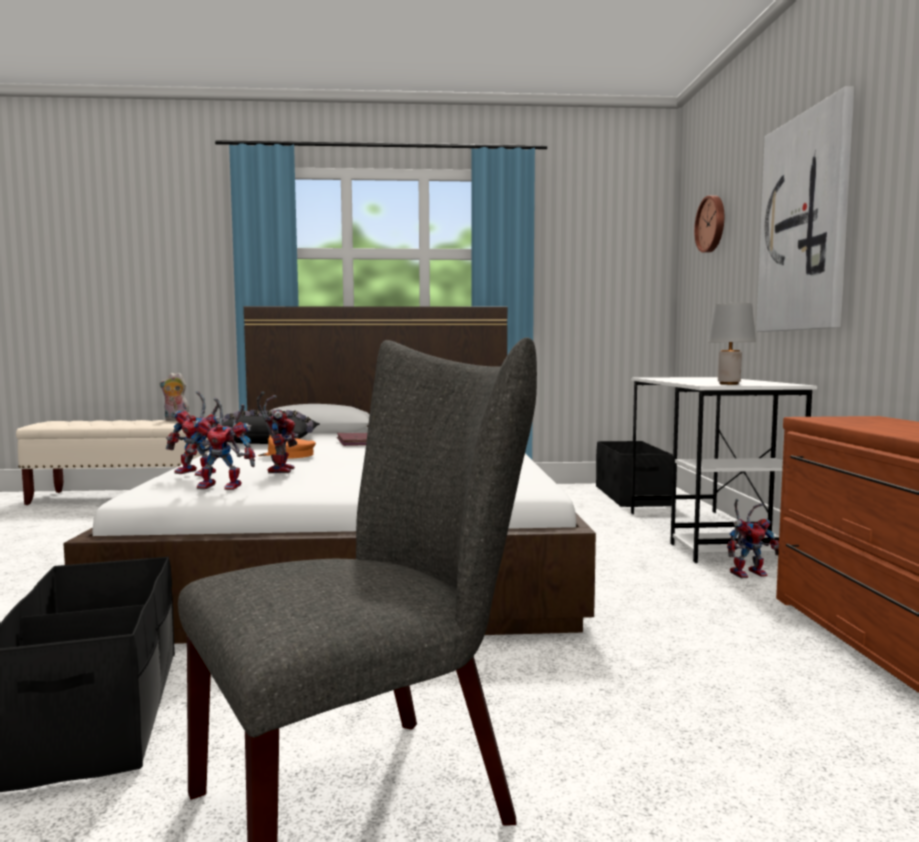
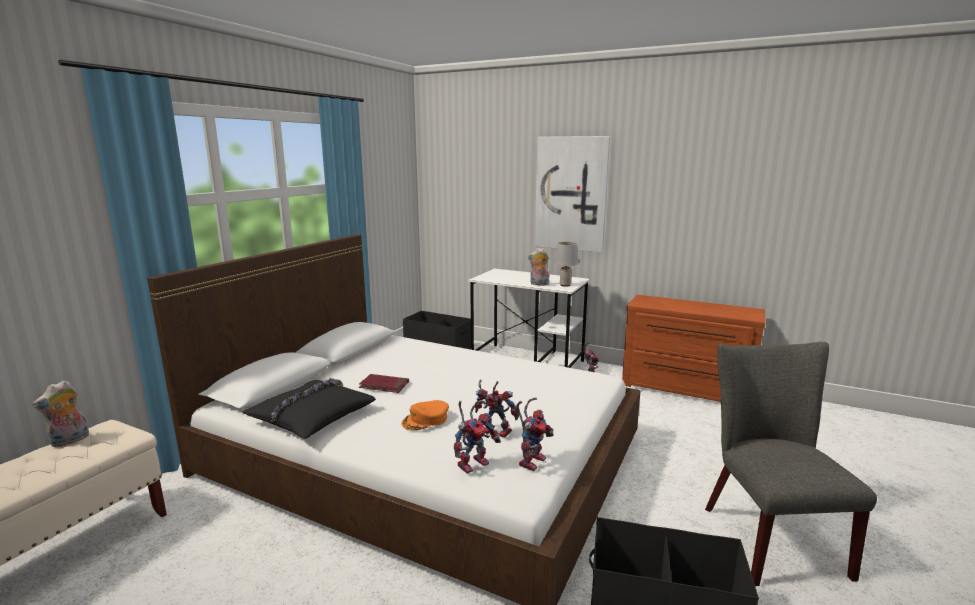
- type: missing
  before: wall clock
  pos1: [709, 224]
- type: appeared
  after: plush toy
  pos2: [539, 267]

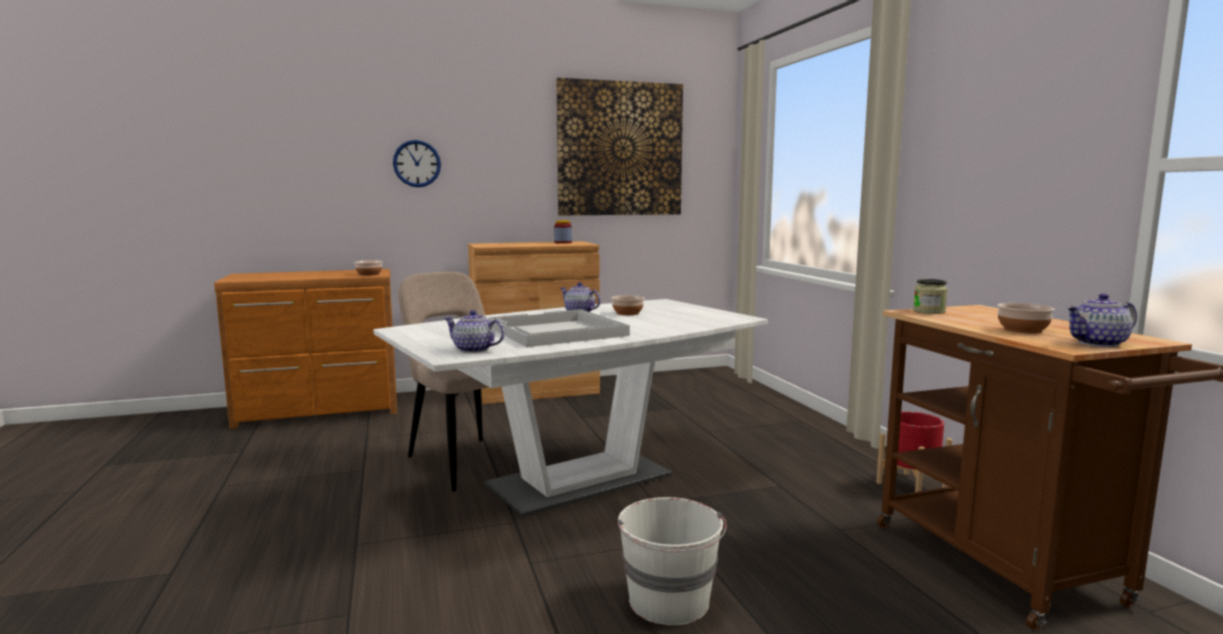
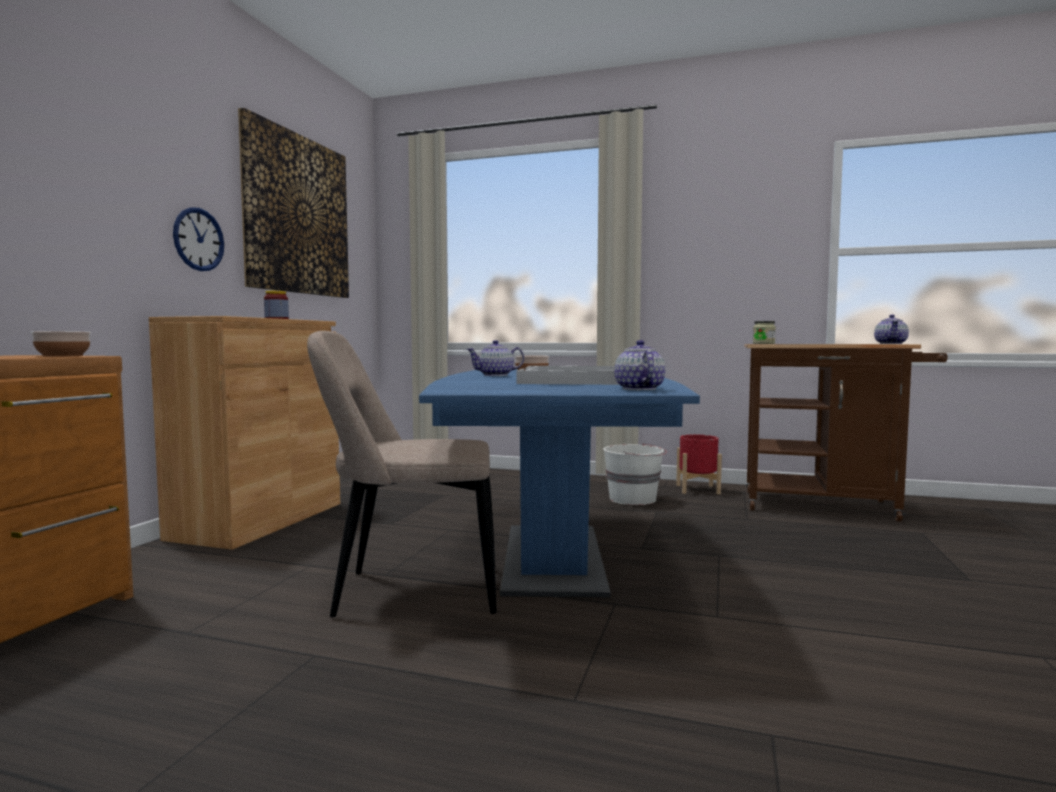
- type: relocated
  before: wall clock
  pos1: [417, 163]
  pos2: [198, 239]
- type: colour
  before: white dining table
  after: blue dining table
  pos1: [570, 408]
  pos2: [559, 483]
- type: missing
  before: bowl
  pos1: [1025, 318]
- type: spun
  before: teapot
  pos1: [474, 331]
  pos2: [639, 365]
  turn: 120
- type: relocated
  before: white bucket
  pos1: [672, 561]
  pos2: [635, 474]

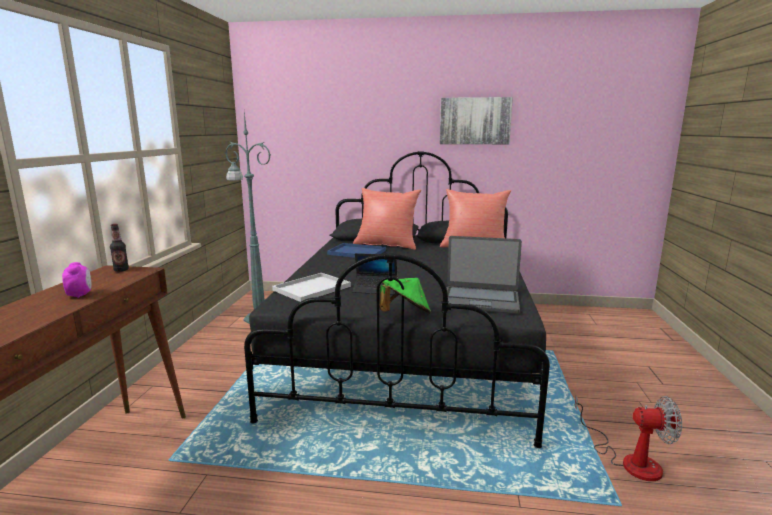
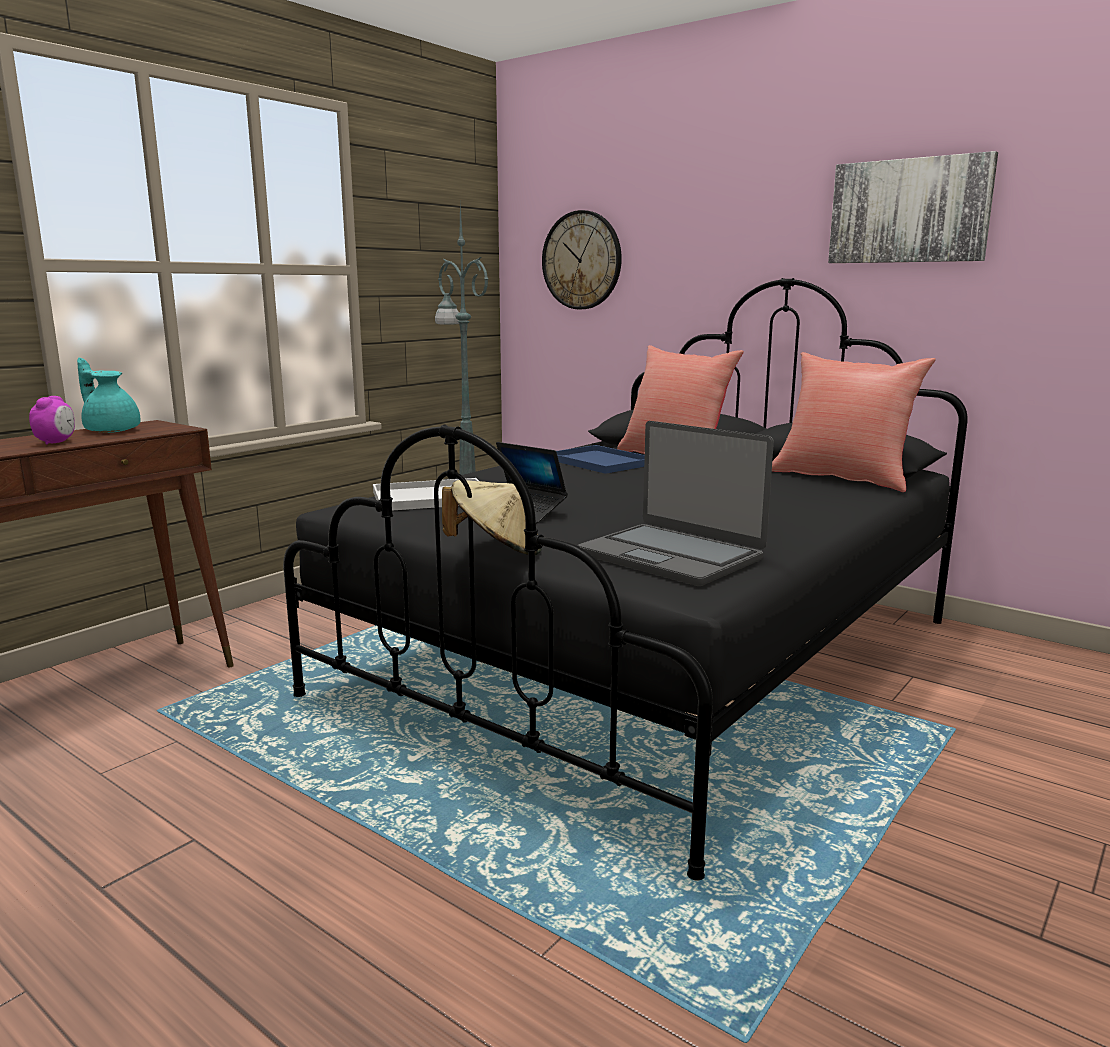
- type: missing
  before: bottle
  pos1: [119, 248]
- type: colour
  before: green hat
  after: beige hat
  pos1: [405, 296]
  pos2: [492, 517]
- type: missing
  before: fan
  pos1: [628, 438]
- type: appeared
  after: wall clock
  pos2: [582, 259]
- type: appeared
  after: turquoise teapot
  pos2: [108, 395]

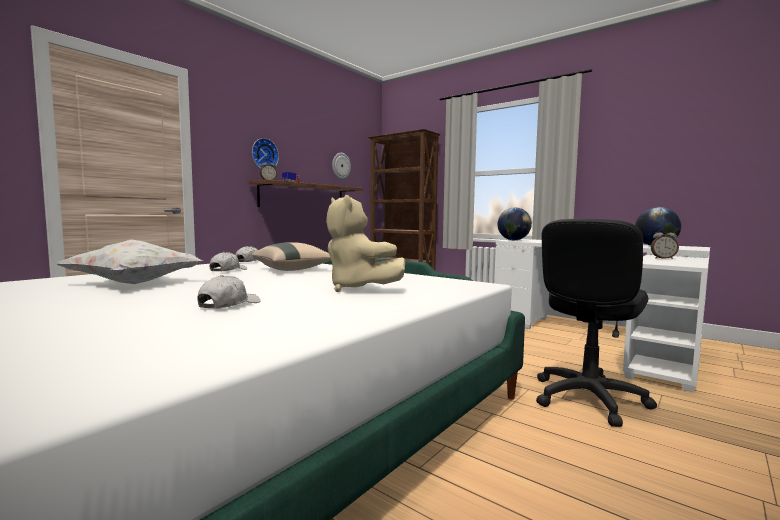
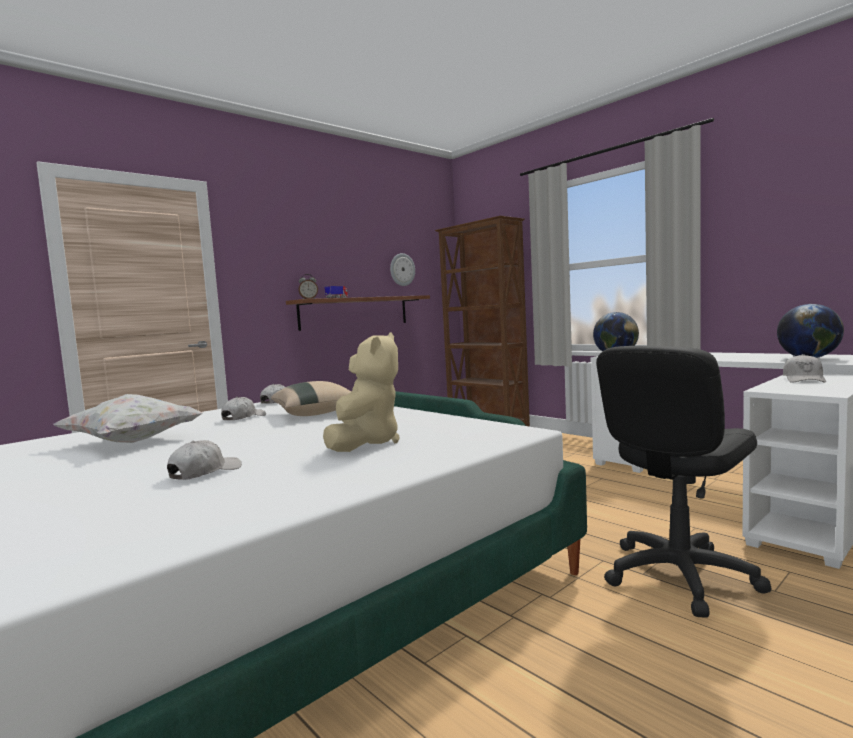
- type: missing
  before: wall clock
  pos1: [265, 153]
- type: spun
  before: beige plush toy
  pos1: [365, 243]
  pos2: [361, 392]
  turn: -135
- type: exchanged
  before: alarm clock
  after: white cap
  pos1: [665, 243]
  pos2: [804, 368]

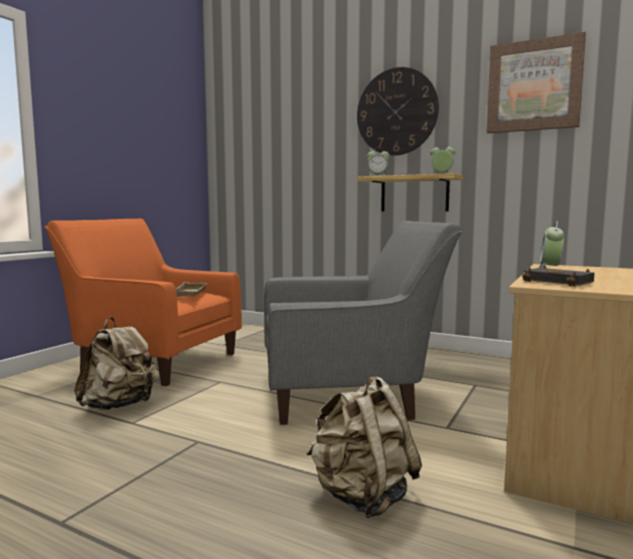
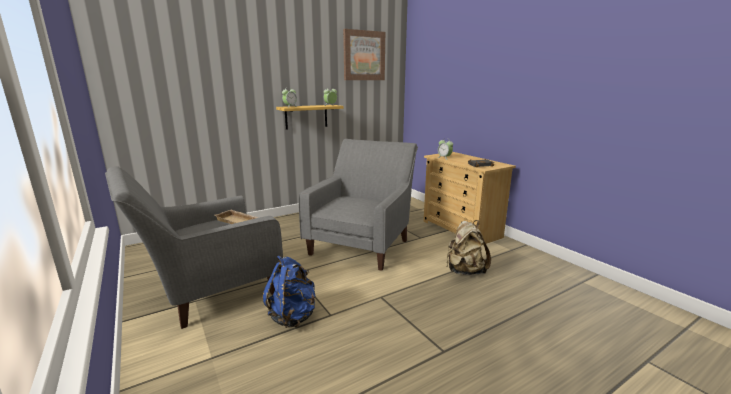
- type: missing
  before: wall clock
  pos1: [398, 111]
- type: colour
  before: orange armchair
  after: grey armchair
  pos1: [143, 302]
  pos2: [194, 247]
- type: colour
  before: beige backpack
  after: blue backpack
  pos1: [116, 363]
  pos2: [289, 292]

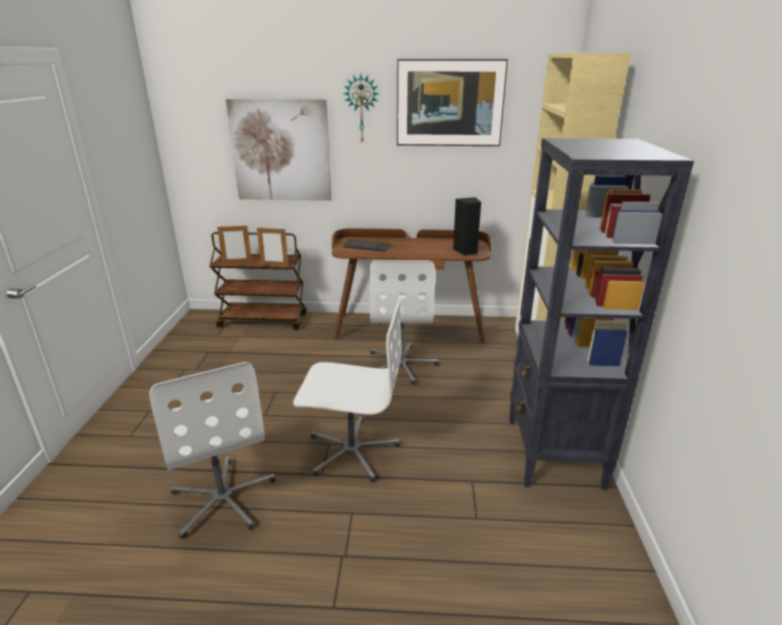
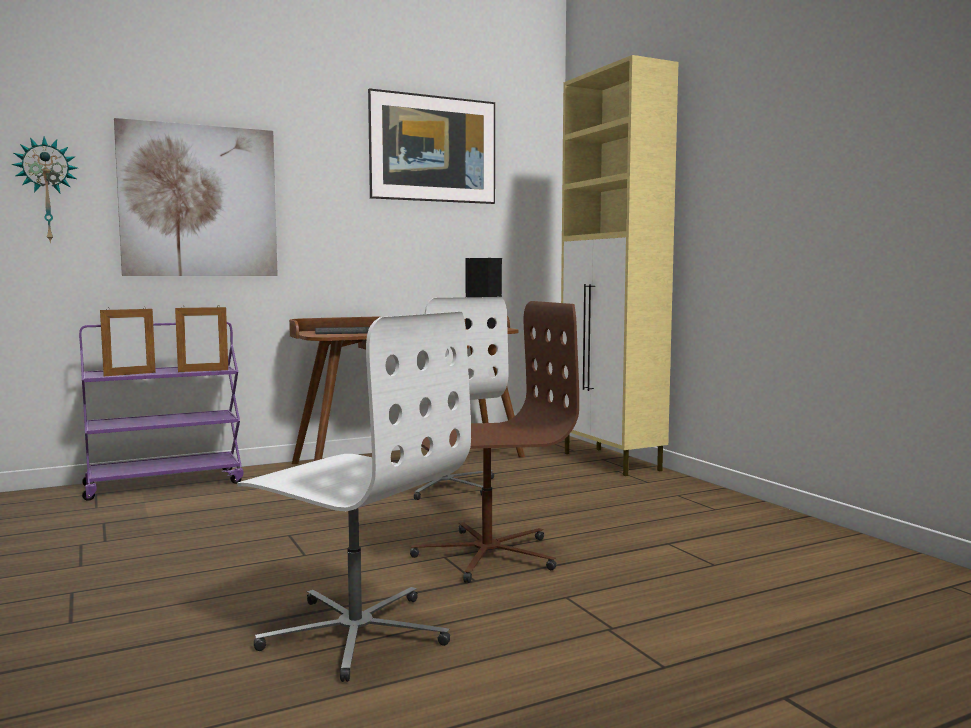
- type: relocated
  before: wall clock
  pos1: [361, 109]
  pos2: [44, 190]
- type: missing
  before: black bookcase
  pos1: [601, 314]
- type: colour
  before: brown cart
  after: purple cart
  pos1: [258, 281]
  pos2: [161, 411]
- type: colour
  before: white office chair
  after: brown office chair
  pos1: [347, 390]
  pos2: [494, 442]

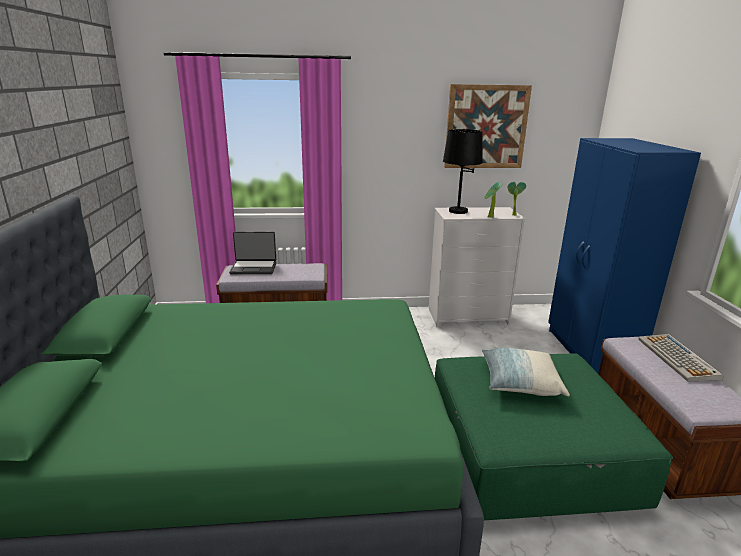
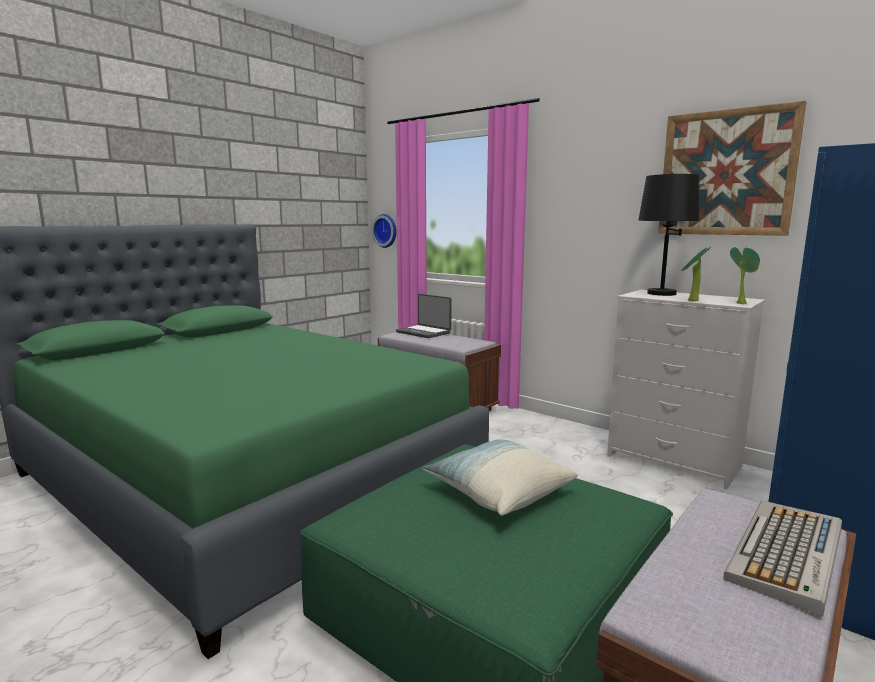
- type: appeared
  after: wall clock
  pos2: [384, 231]

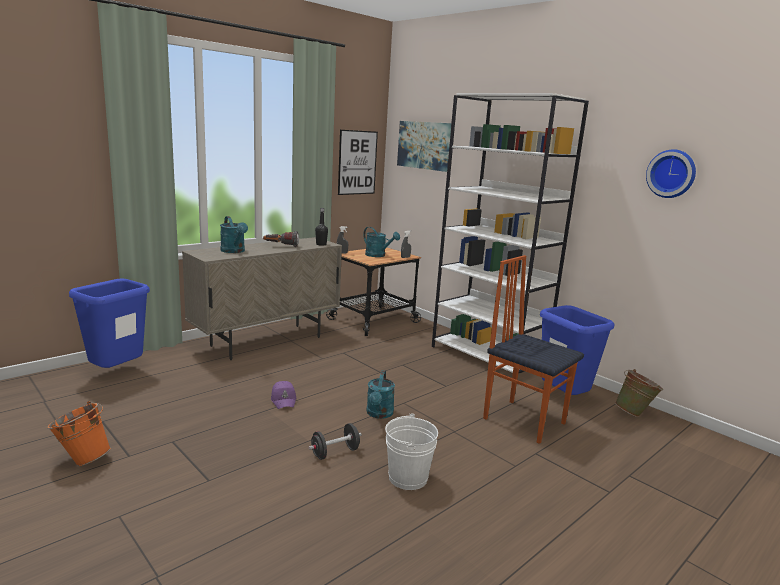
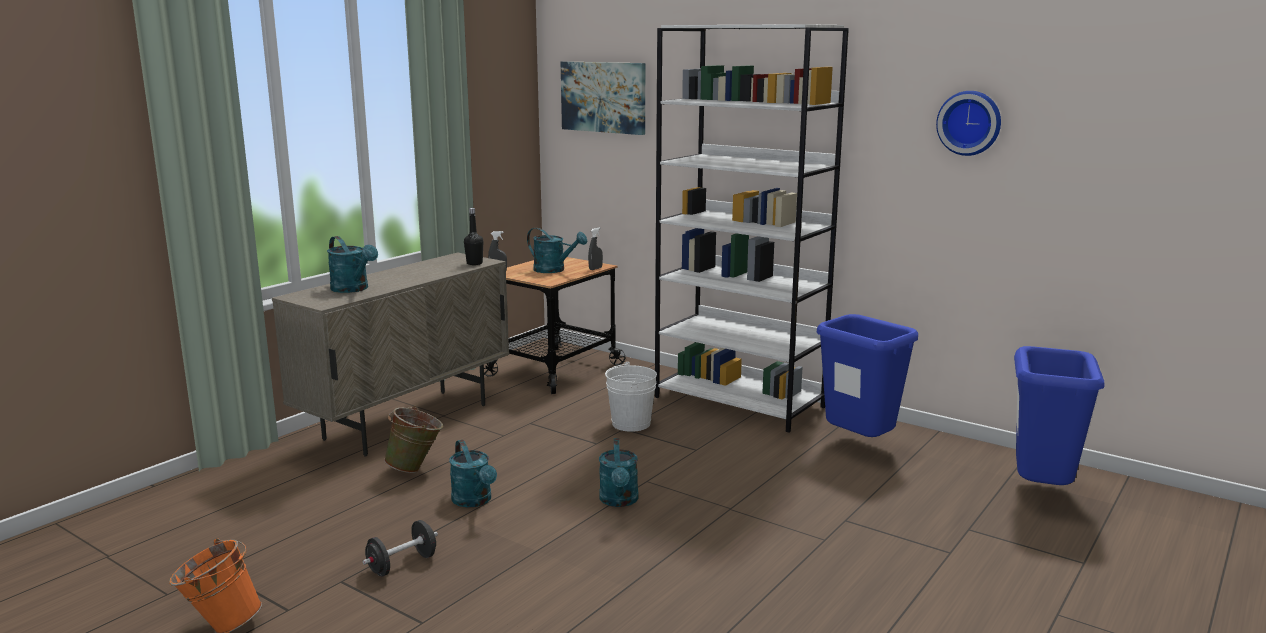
- type: missing
  before: picture
  pos1: [358, 162]
- type: missing
  before: flashlight
  pos1: [281, 239]
- type: missing
  before: chair
  pos1: [533, 349]
- type: relocated
  before: blue trash can
  pos1: [109, 323]
  pos2: [1059, 415]
- type: relocated
  before: green bucket
  pos1: [639, 393]
  pos2: [413, 439]
- type: exchanged
  before: purple cap
  after: turquoise watering can
  pos1: [284, 395]
  pos2: [473, 473]
- type: relocated
  before: white bucket
  pos1: [411, 451]
  pos2: [631, 397]
- type: relocated
  before: black dumbbell
  pos1: [335, 441]
  pos2: [400, 548]

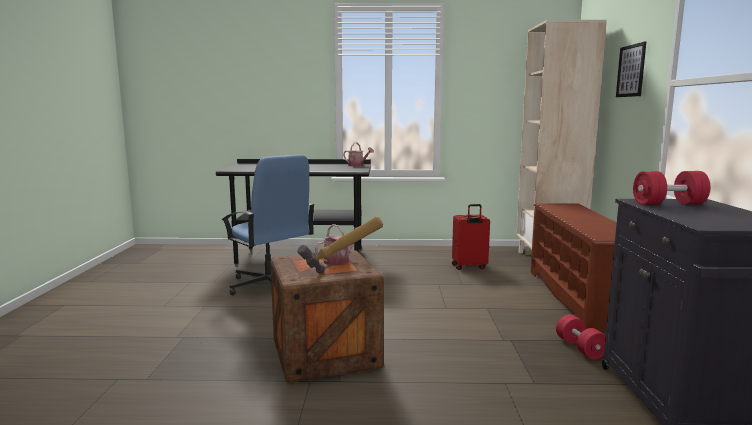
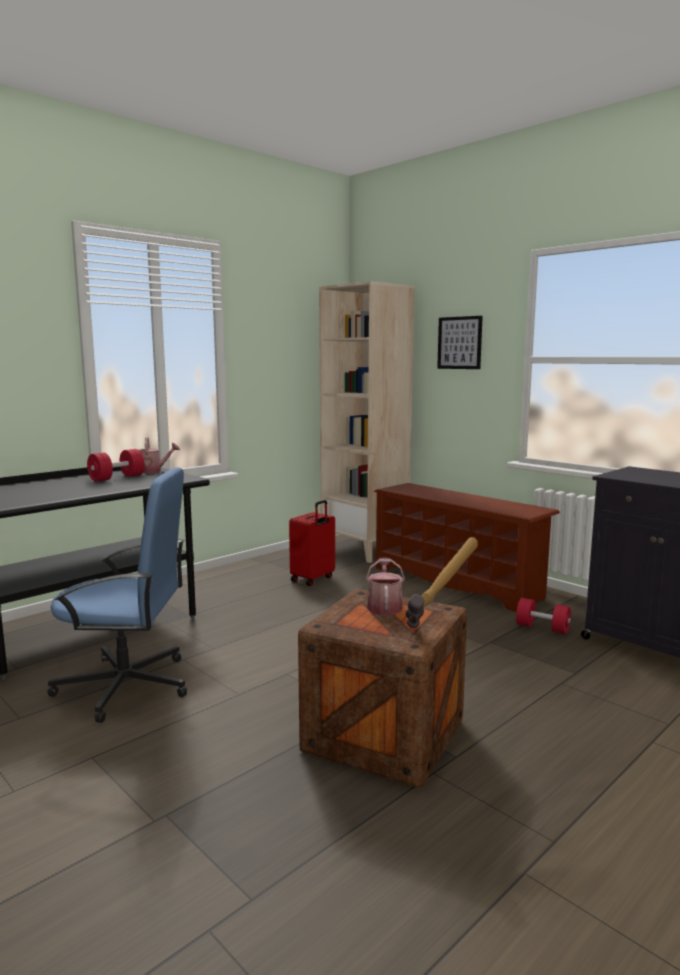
- type: relocated
  before: red dumbbell
  pos1: [671, 188]
  pos2: [115, 465]

